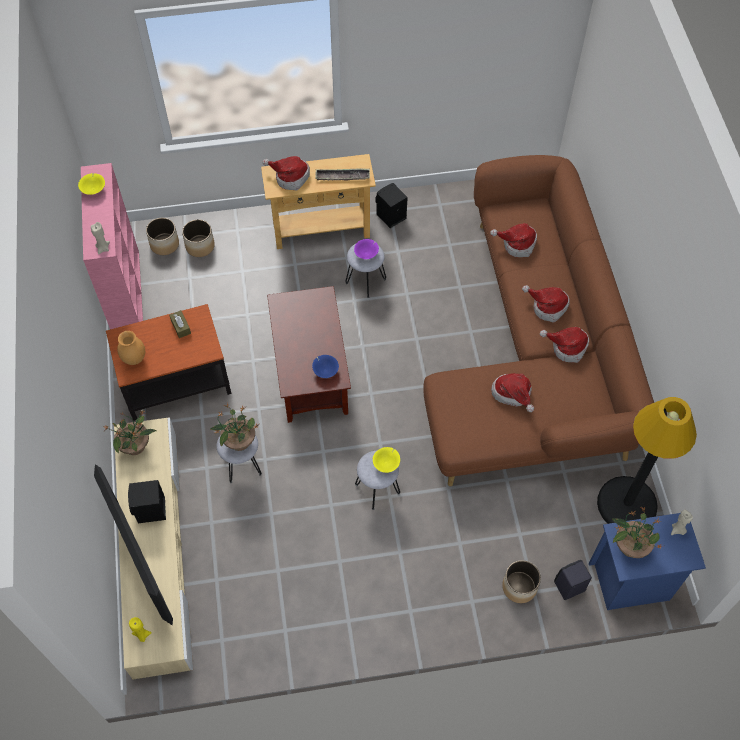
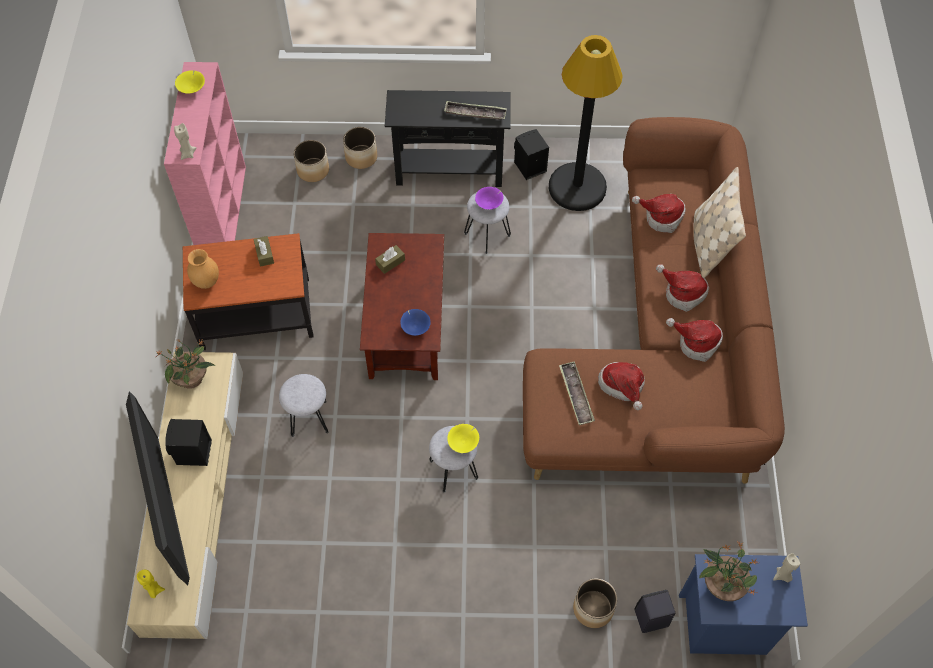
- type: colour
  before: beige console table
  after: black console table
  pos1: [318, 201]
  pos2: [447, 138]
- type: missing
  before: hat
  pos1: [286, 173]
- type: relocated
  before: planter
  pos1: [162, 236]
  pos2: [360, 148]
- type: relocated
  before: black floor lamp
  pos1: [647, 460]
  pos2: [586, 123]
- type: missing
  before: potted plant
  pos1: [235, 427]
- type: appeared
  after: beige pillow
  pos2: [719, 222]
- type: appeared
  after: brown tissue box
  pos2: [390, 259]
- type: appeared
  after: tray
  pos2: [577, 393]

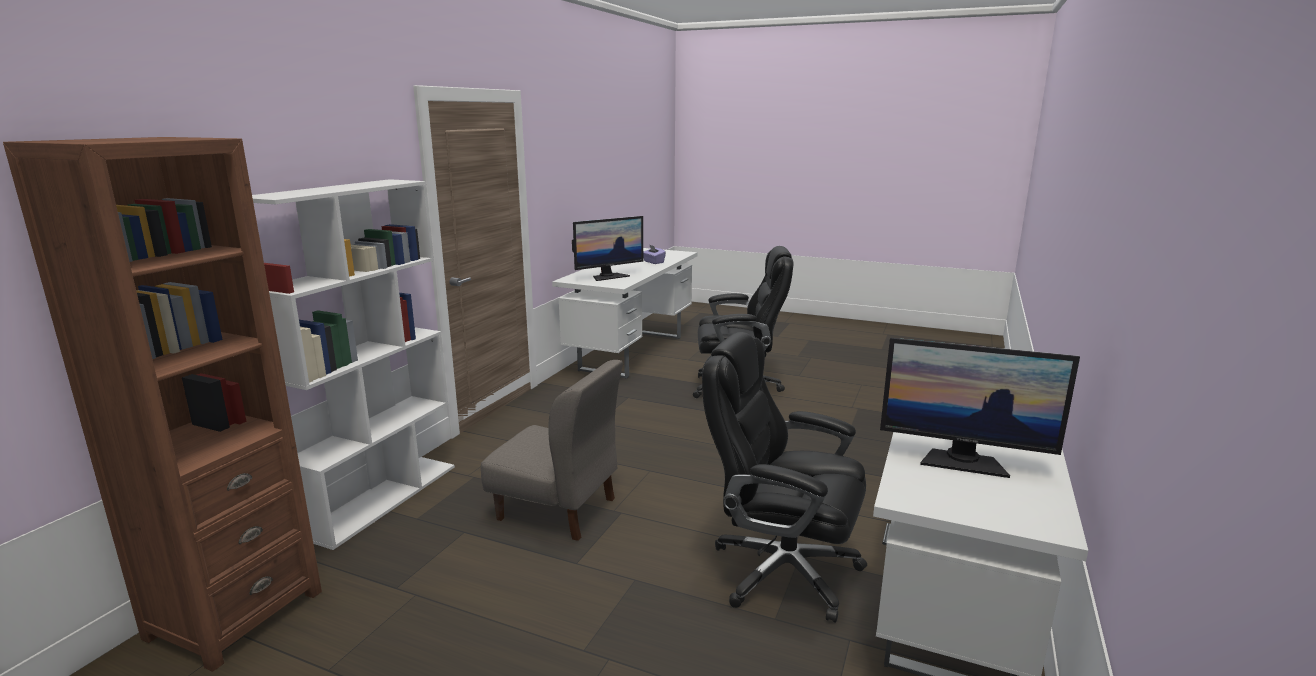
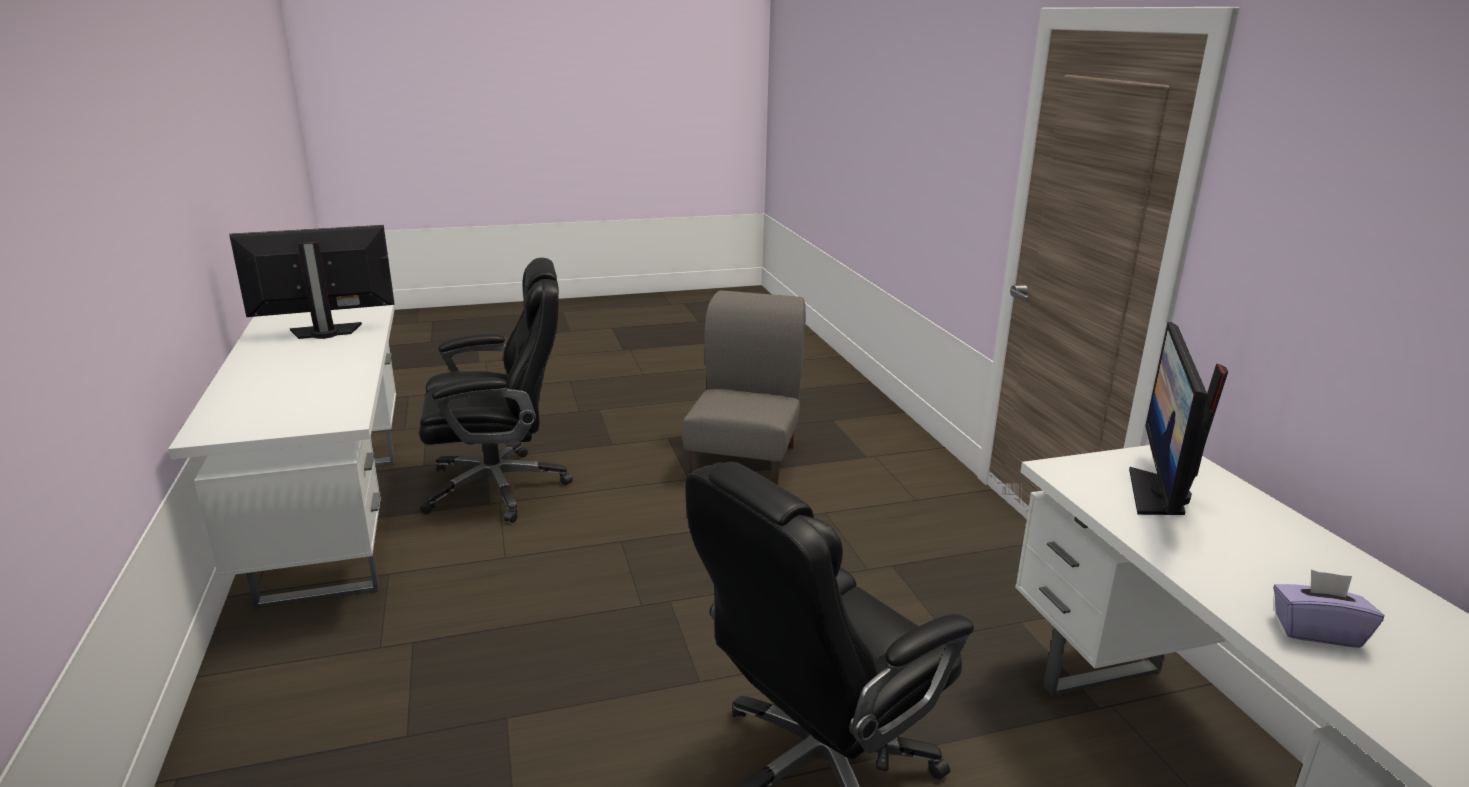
- type: missing
  before: brown bookcase
  pos1: [162, 404]
- type: missing
  before: white bookcase
  pos1: [353, 364]
- type: spun
  before: grey chair
  pos1: [552, 450]
  pos2: [744, 387]
  turn: 120

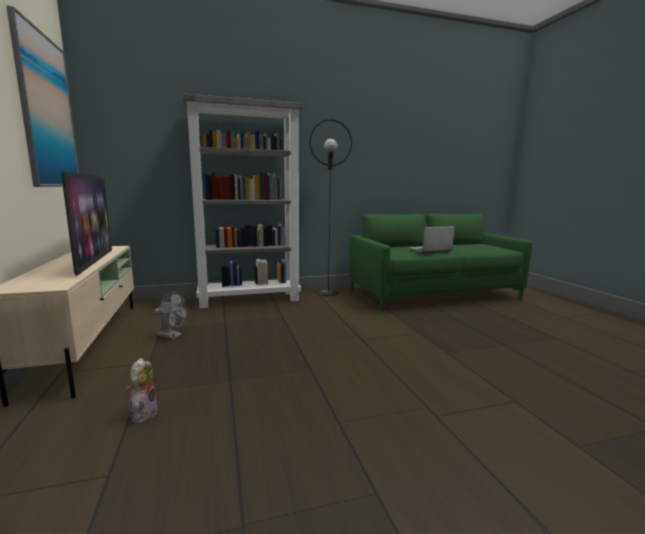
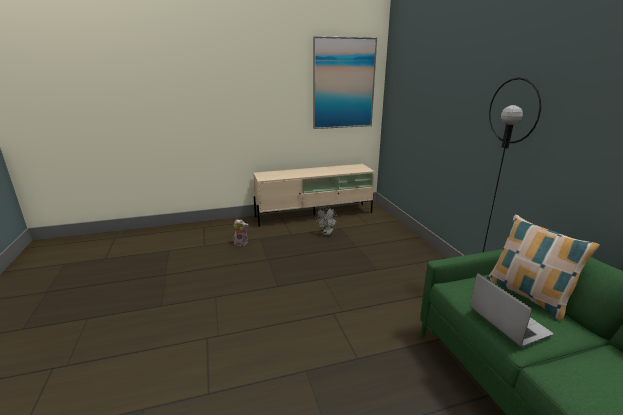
- type: missing
  before: grey bookcase
  pos1: [242, 201]
- type: missing
  before: television
  pos1: [86, 223]
- type: appeared
  after: pillow
  pos2: [543, 267]

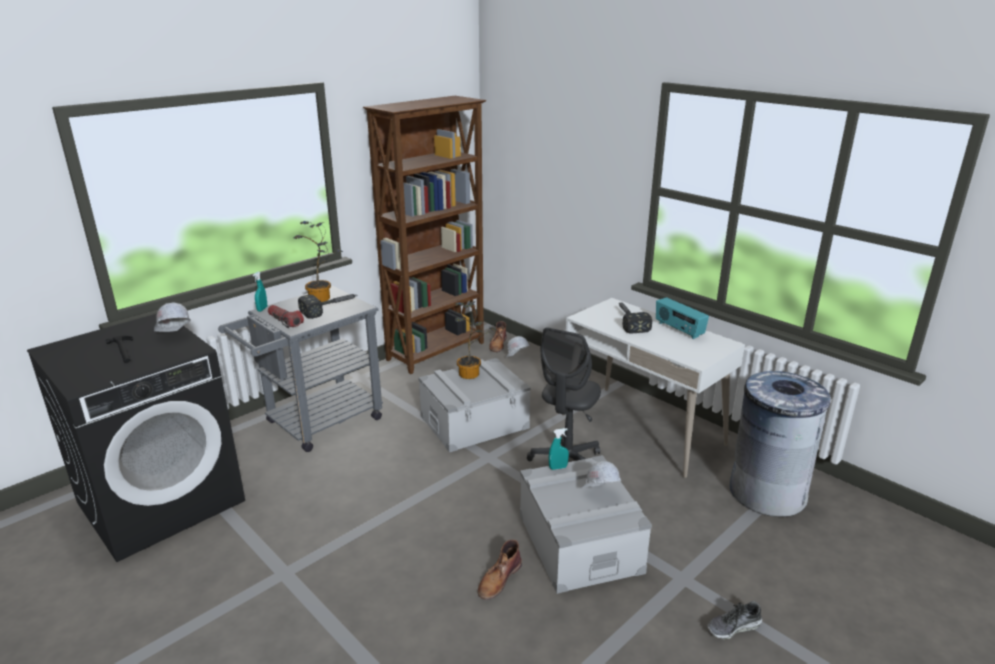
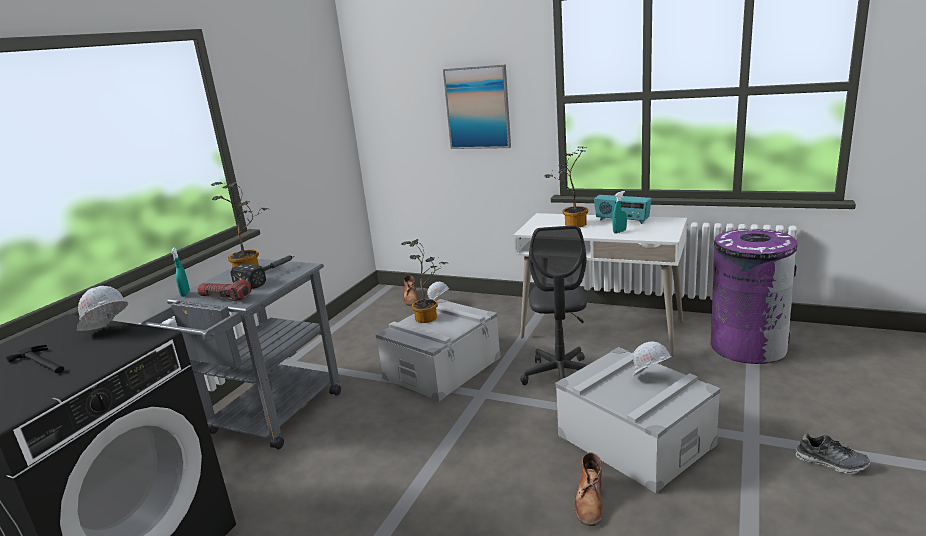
- type: missing
  before: brown bookcase
  pos1: [425, 235]
- type: exchanged
  before: hammer
  after: potted plant
  pos1: [635, 318]
  pos2: [566, 186]
- type: colour
  before: grey trash can
  after: purple trash can
  pos1: [780, 444]
  pos2: [754, 296]
- type: relocated
  before: turquoise spray bottle
  pos1: [559, 449]
  pos2: [619, 212]
- type: spun
  before: shoe
  pos1: [734, 620]
  pos2: [833, 454]
  turn: -105
- type: appeared
  after: picture
  pos2: [477, 106]

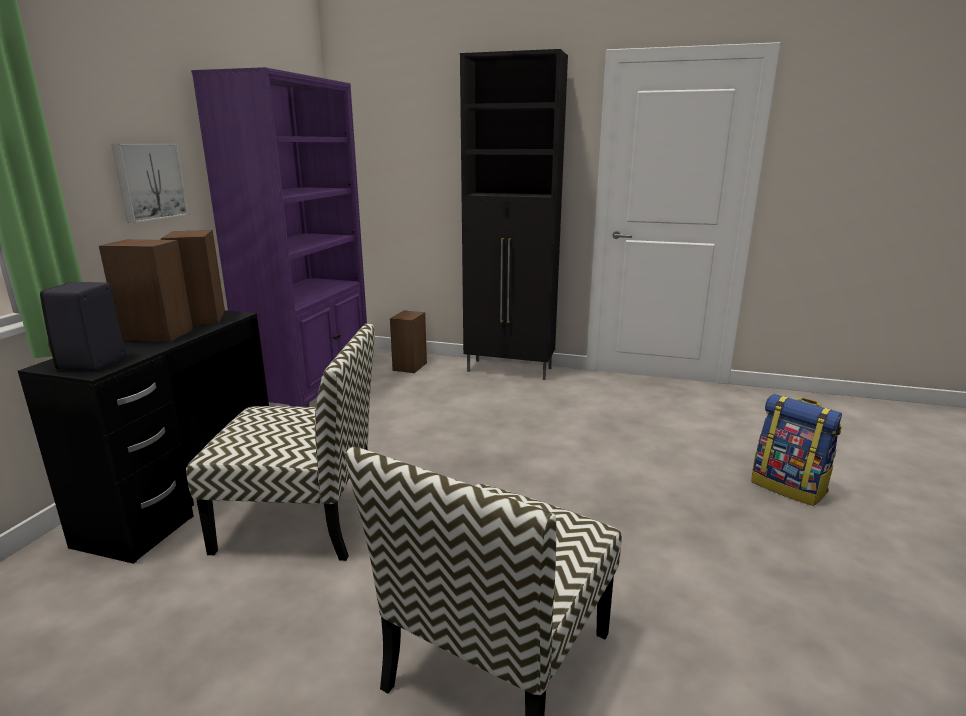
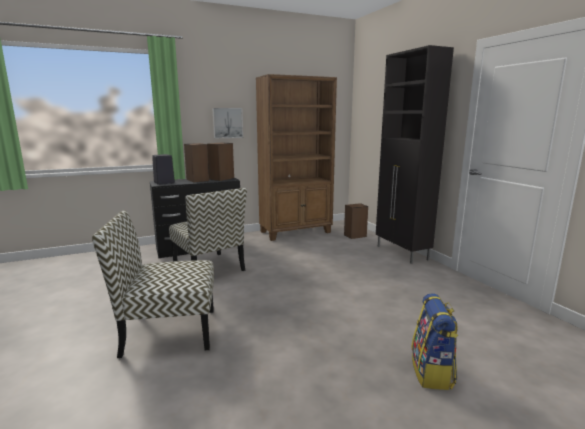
- type: colour
  before: purple bookcase
  after: brown bookcase
  pos1: [279, 237]
  pos2: [296, 157]

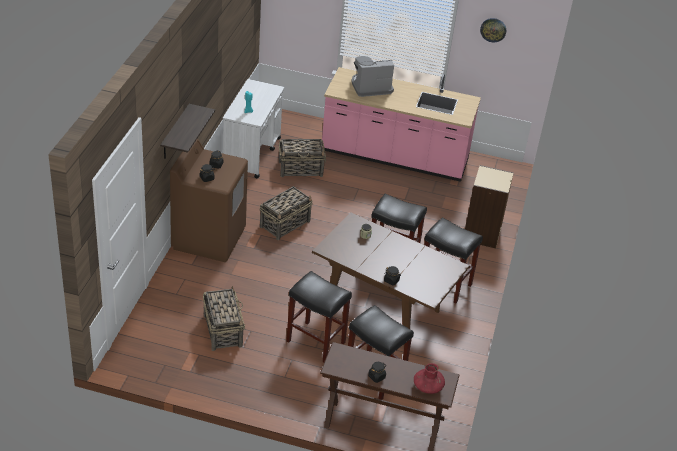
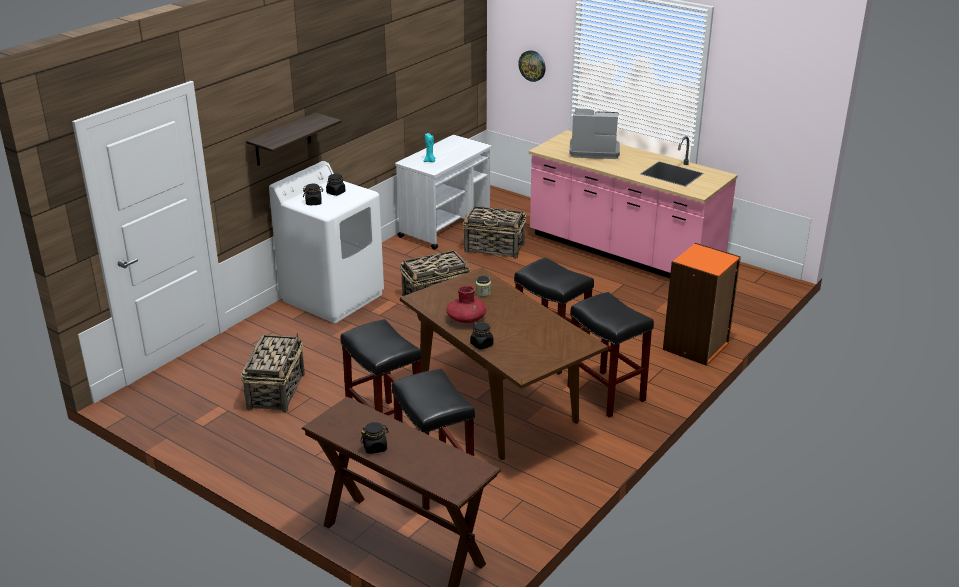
- type: relocated
  before: wall clock
  pos1: [493, 30]
  pos2: [532, 66]
- type: colour
  before: brown washing machine
  after: white washing machine
  pos1: [209, 200]
  pos2: [326, 242]
- type: colour
  before: beige bookcase
  after: orange bookcase
  pos1: [489, 206]
  pos2: [702, 304]
- type: relocated
  before: red vase
  pos1: [429, 378]
  pos2: [466, 304]

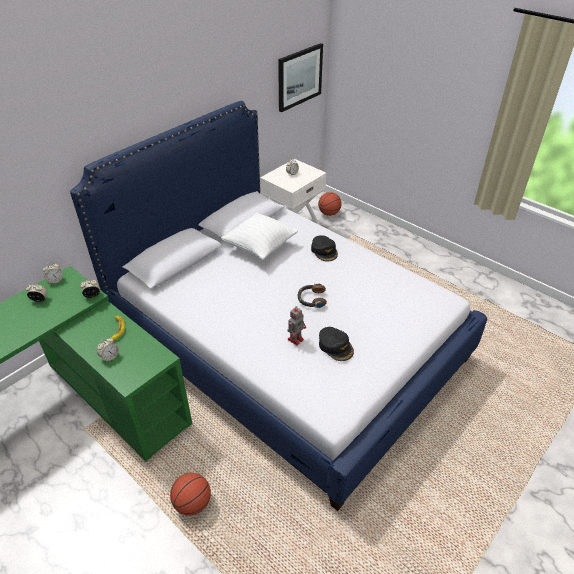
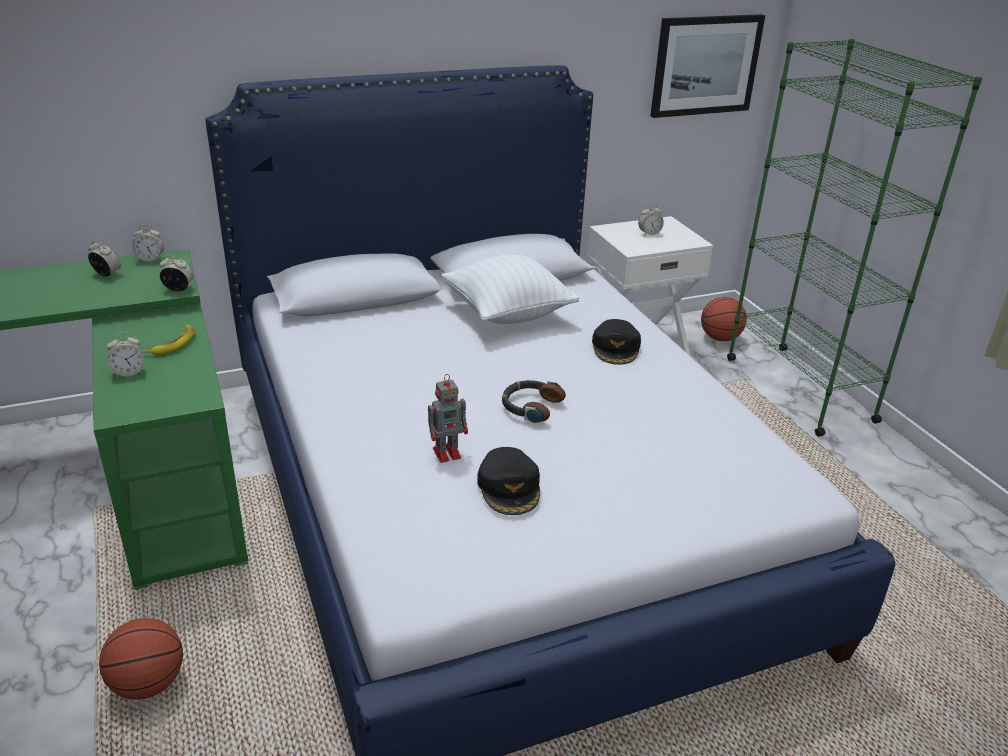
- type: appeared
  after: green bookcase
  pos2: [854, 237]

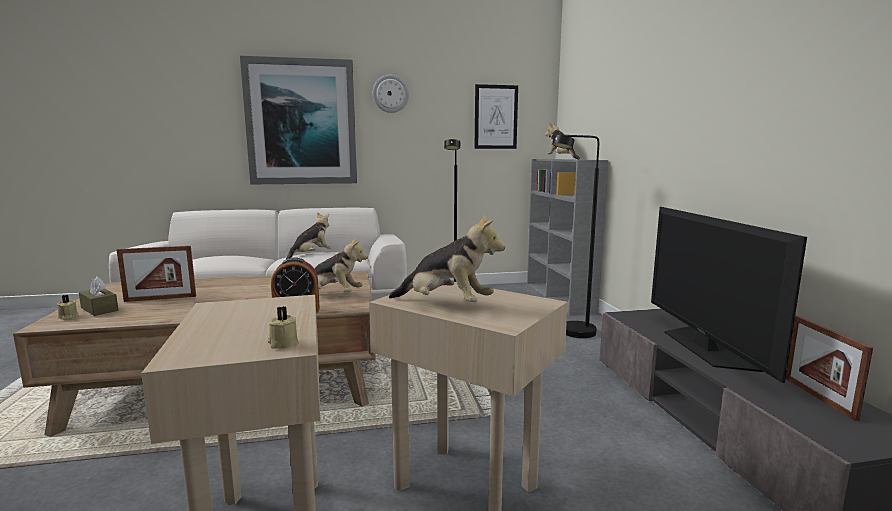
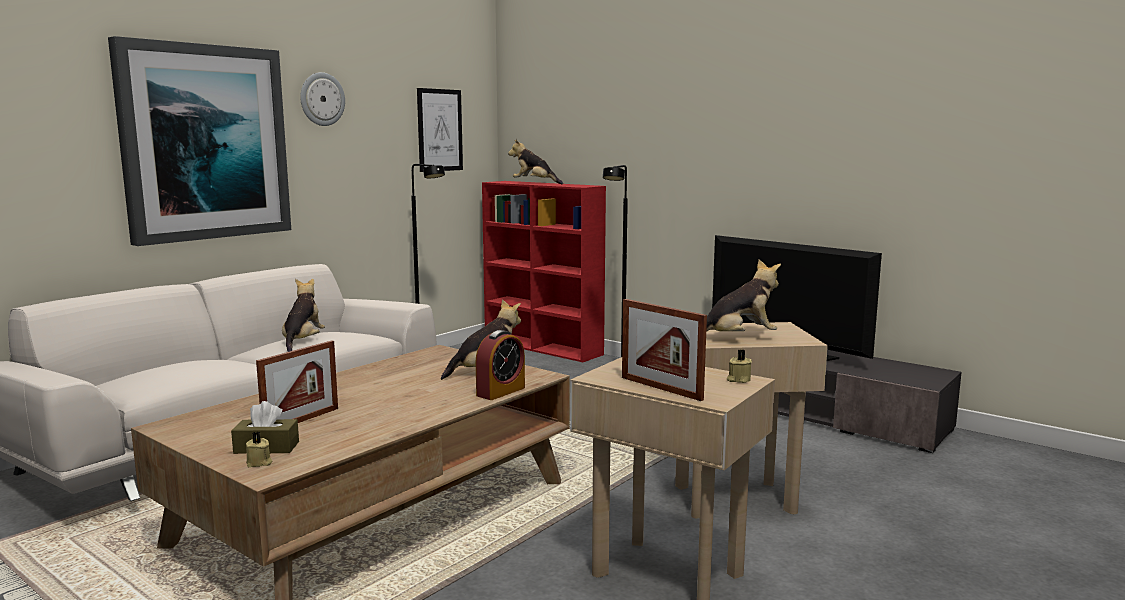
- type: colour
  before: grey bookcase
  after: red bookcase
  pos1: [568, 237]
  pos2: [544, 271]
- type: relocated
  before: picture frame
  pos1: [829, 368]
  pos2: [664, 350]

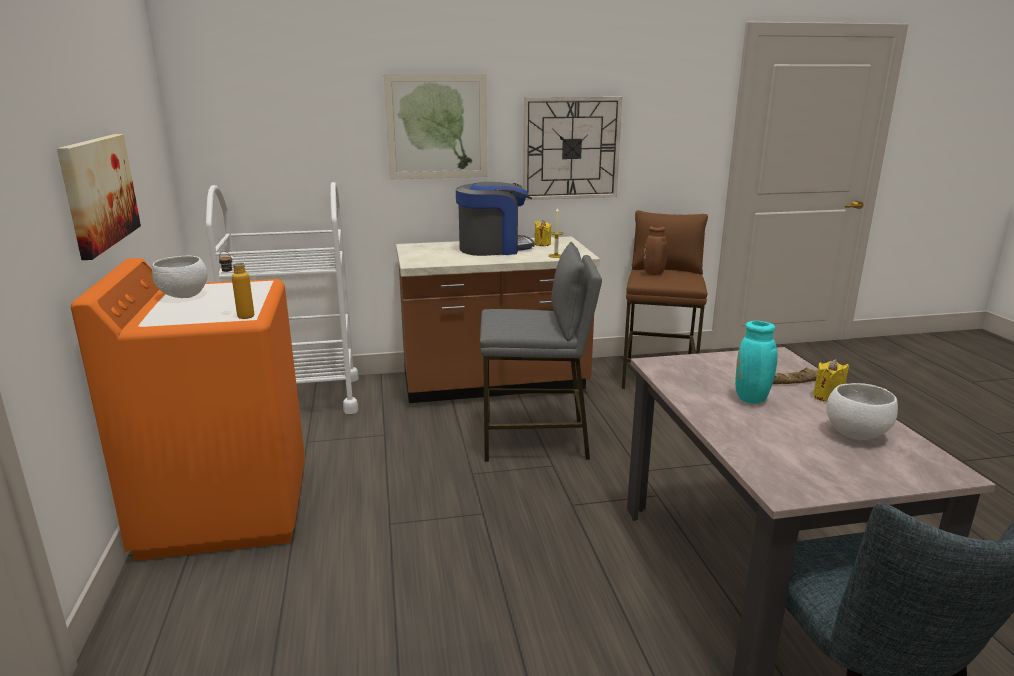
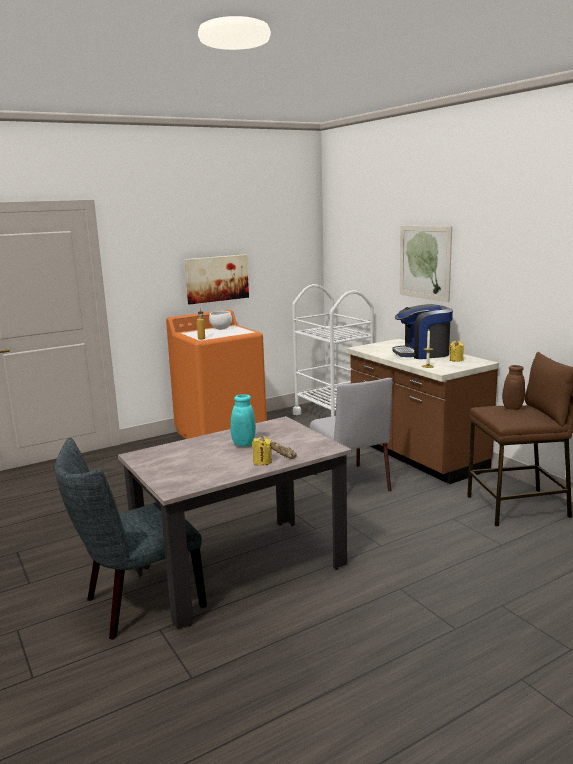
- type: missing
  before: wall clock
  pos1: [572, 148]
- type: spun
  before: coffee machine
  pos1: [495, 219]
  pos2: [422, 331]
  turn: 120
- type: exchanged
  before: grey stool
  after: grey chair
  pos1: [541, 352]
  pos2: [350, 435]
- type: missing
  before: white bowl
  pos1: [862, 411]

